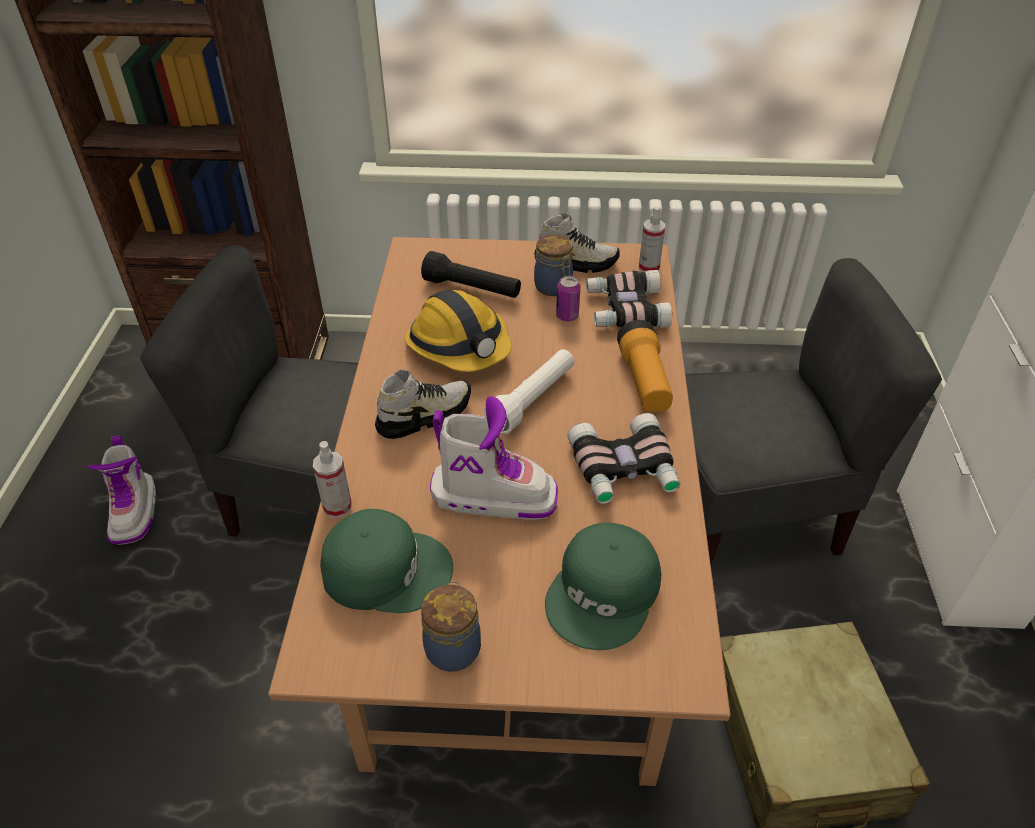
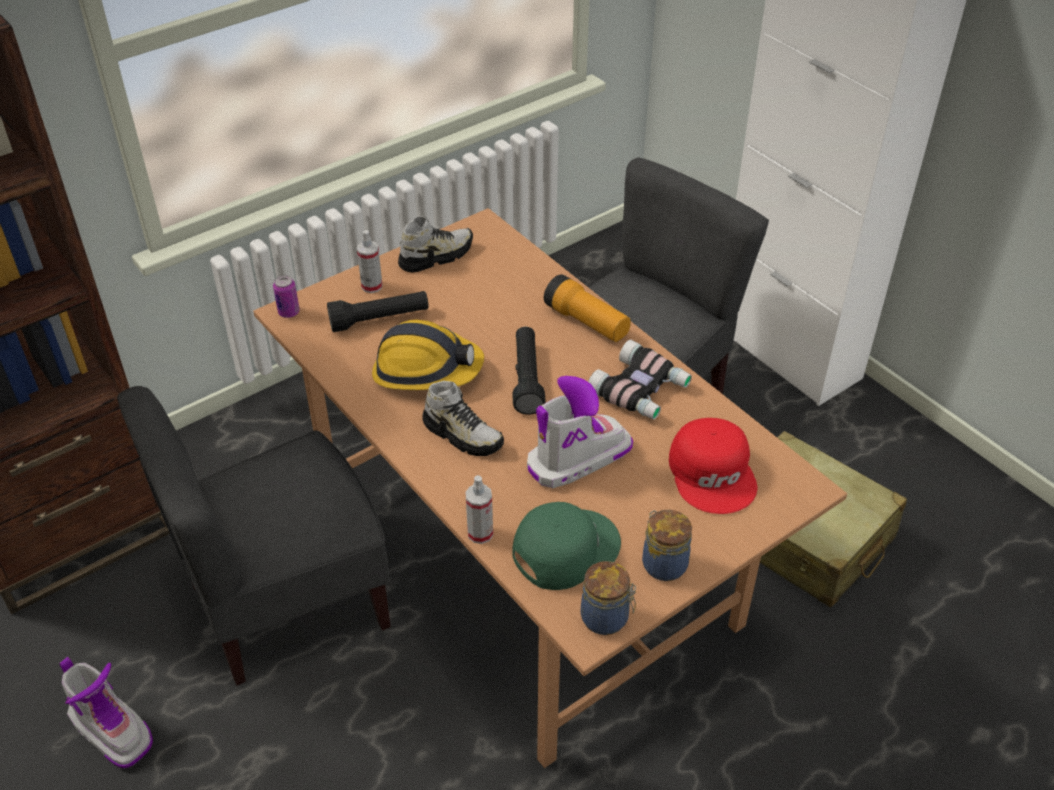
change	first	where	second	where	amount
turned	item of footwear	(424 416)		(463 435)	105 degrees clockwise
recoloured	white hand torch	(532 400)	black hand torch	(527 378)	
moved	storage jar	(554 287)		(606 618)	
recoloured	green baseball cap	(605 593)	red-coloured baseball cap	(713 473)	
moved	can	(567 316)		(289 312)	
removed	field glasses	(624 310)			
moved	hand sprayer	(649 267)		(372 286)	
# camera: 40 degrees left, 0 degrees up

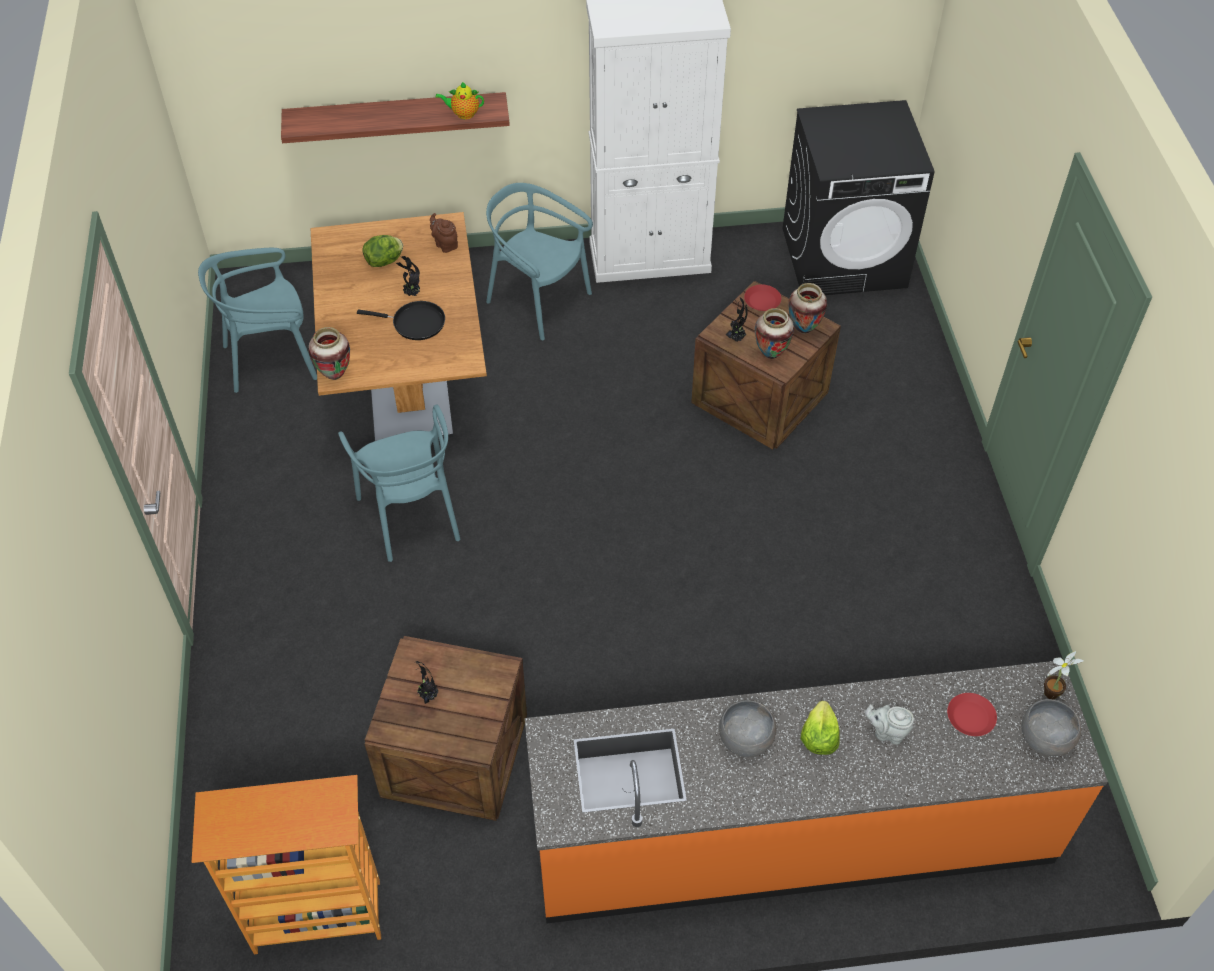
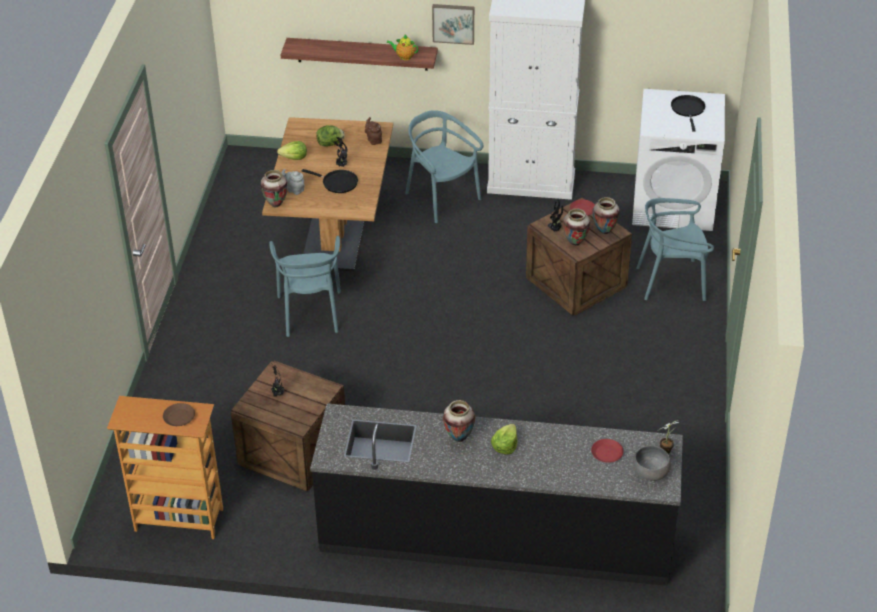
change	first	where	second	where	amount
moved	turquoise-coloured chair	(271 359)		(671 282)	
recoloured	orangey kitchen base unit	(791 834)	black kitchen base unit	(496 536)	
replaced	grey bowl	(746 739)	decorative vase	(459 438)	
recoloured	black laundry appliance	(844 257)	white laundry appliance	(674 204)	
moved	grey tea pot	(887 732)		(294 190)	
added			brown plate	(179 417)	
added			lettuce	(294 157)	
added			wall picture	(453 23)	
added			black frying pan	(688 110)	
# camera: 15 degrees right, 10 degrees down

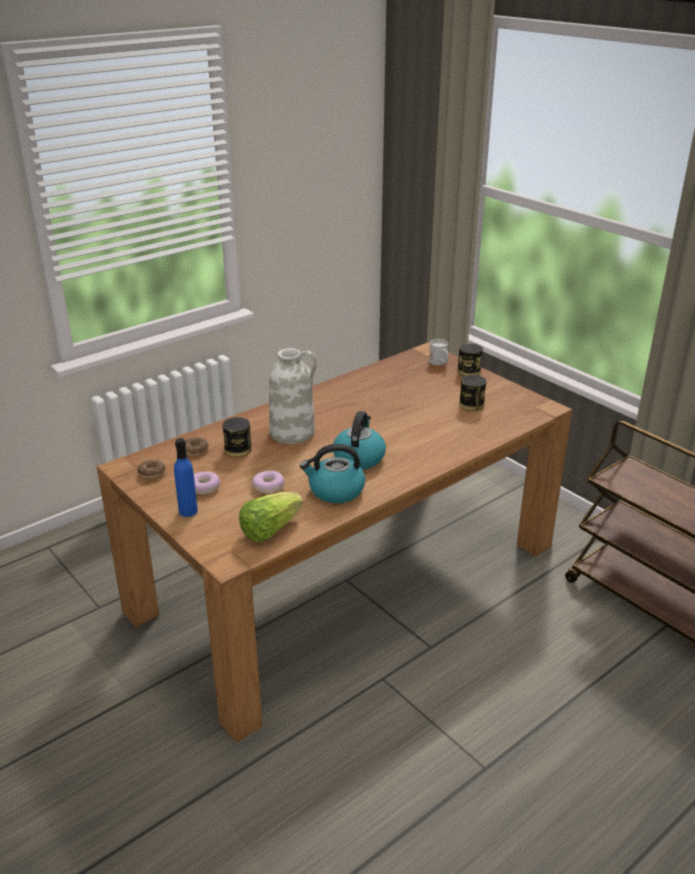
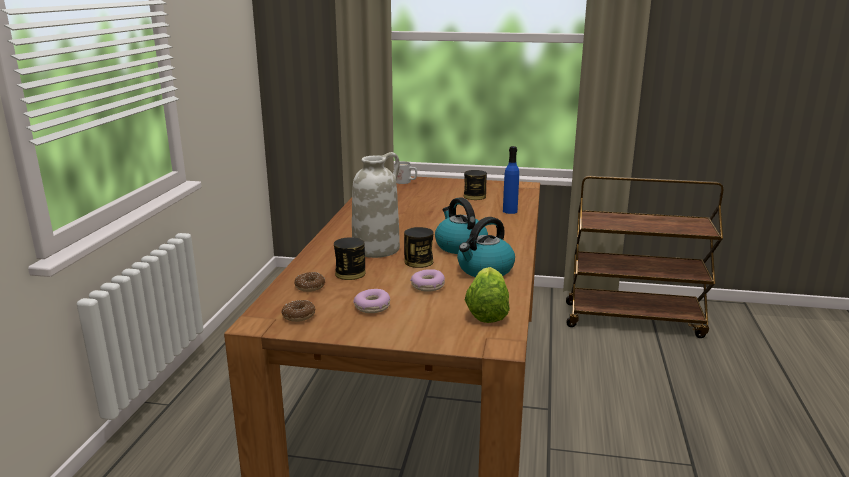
change	first	where	second	where	amount
moved	blue beverage bottle	(188 511)		(510 211)	
moved	can	(469 371)		(418 262)	
# camera: 40 degrees left, 10 degrees down

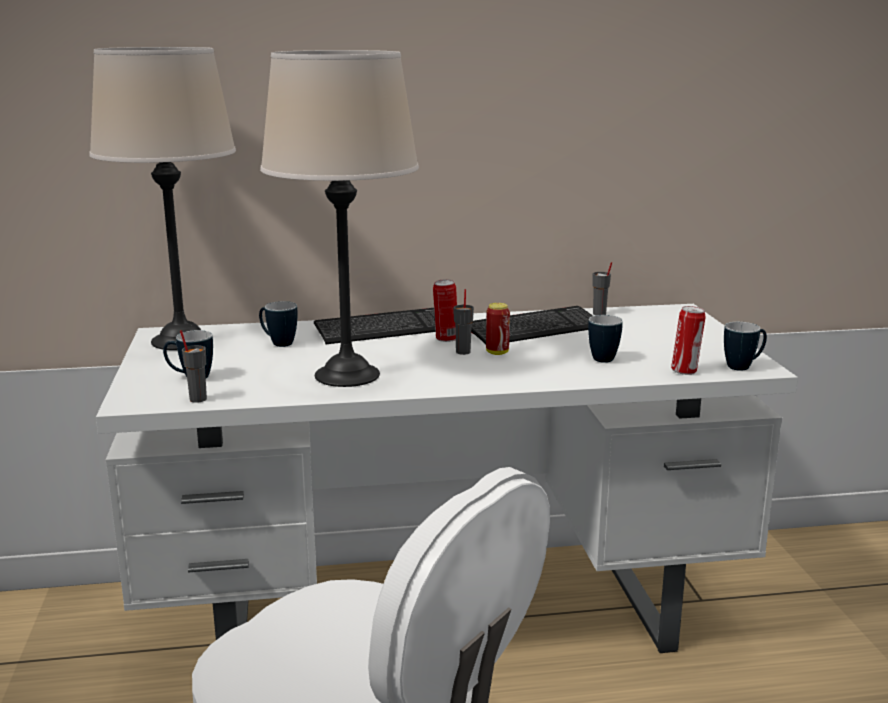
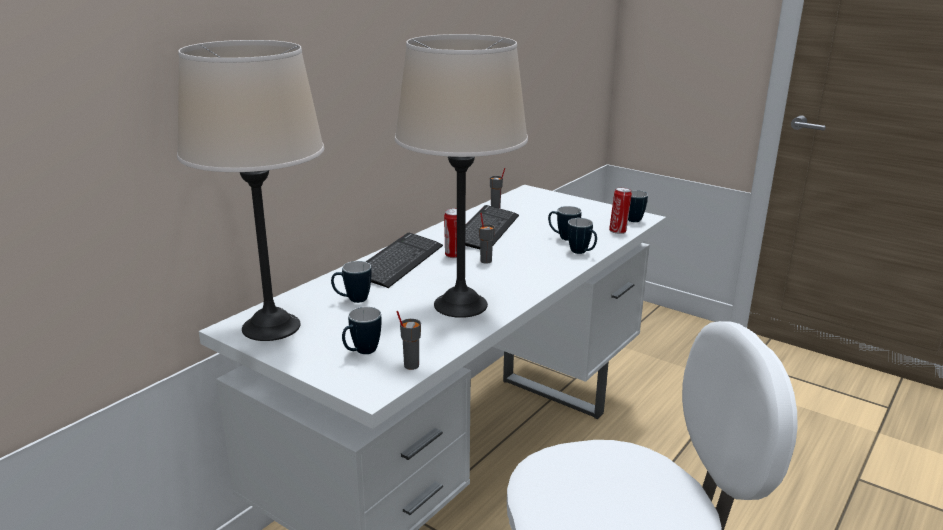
change	first	where	second	where	amount
removed	can	(497 352)			
added			mug	(582 253)	
# camera: 45 degrees left, 5 degrees up

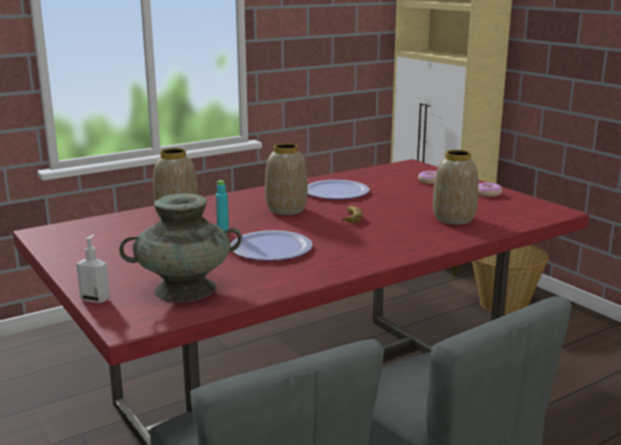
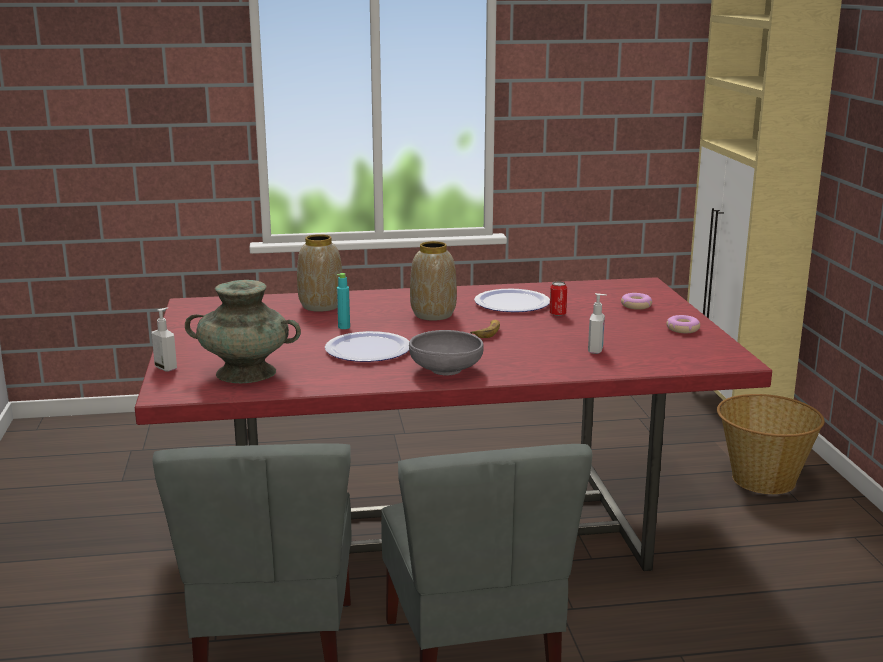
change	first	where	second	where	amount
replaced	decorative vase	(453 219)	soap dispenser	(596 350)	
added			grey bowl	(445 370)	
added			can	(557 314)	
# camera: 25 degrees right, 0 degrees up

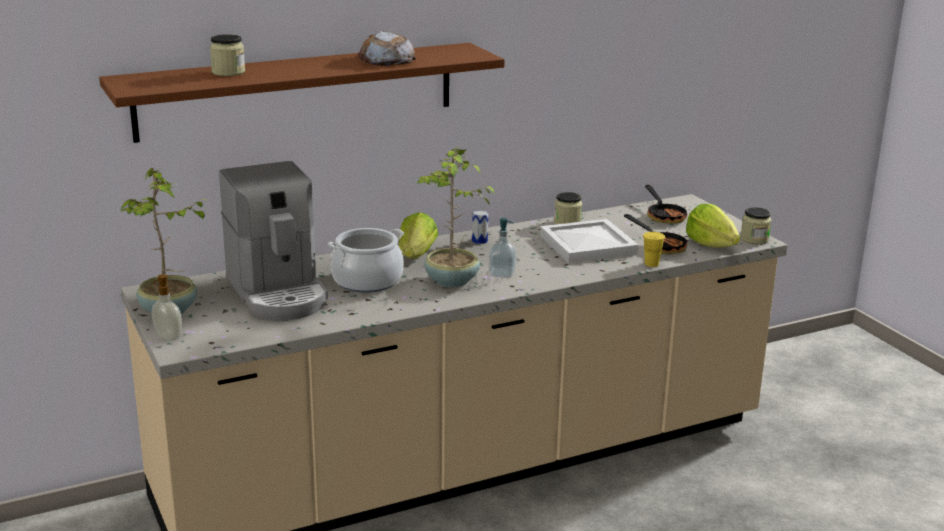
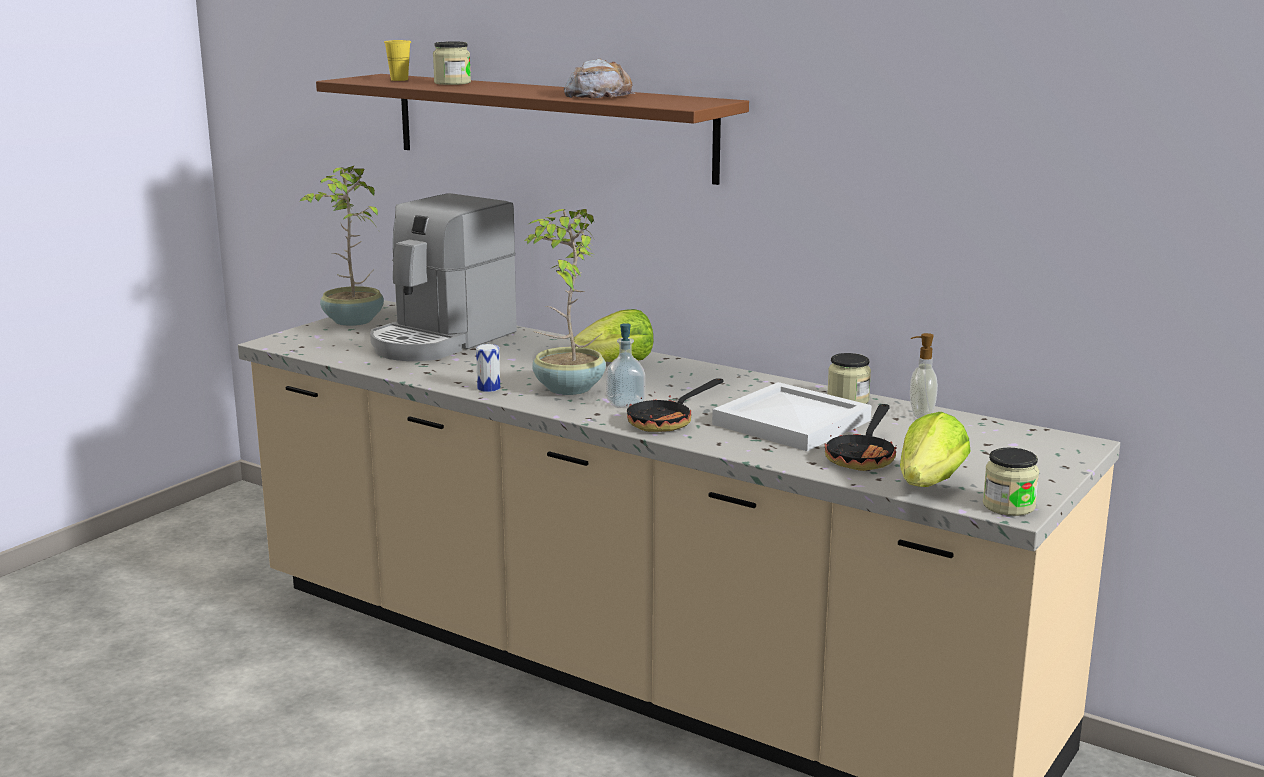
change	first	where	second	where	amount
moved	soap dispenser	(167 337)		(920 415)	
removed	stockpot	(367 281)			
moved	can	(479 241)		(488 388)	
moved	yellowish cup	(651 264)		(399 80)	
moved	frying pan	(664 216)		(667 421)	
# camera: 60 degrees right, 5 degrees down

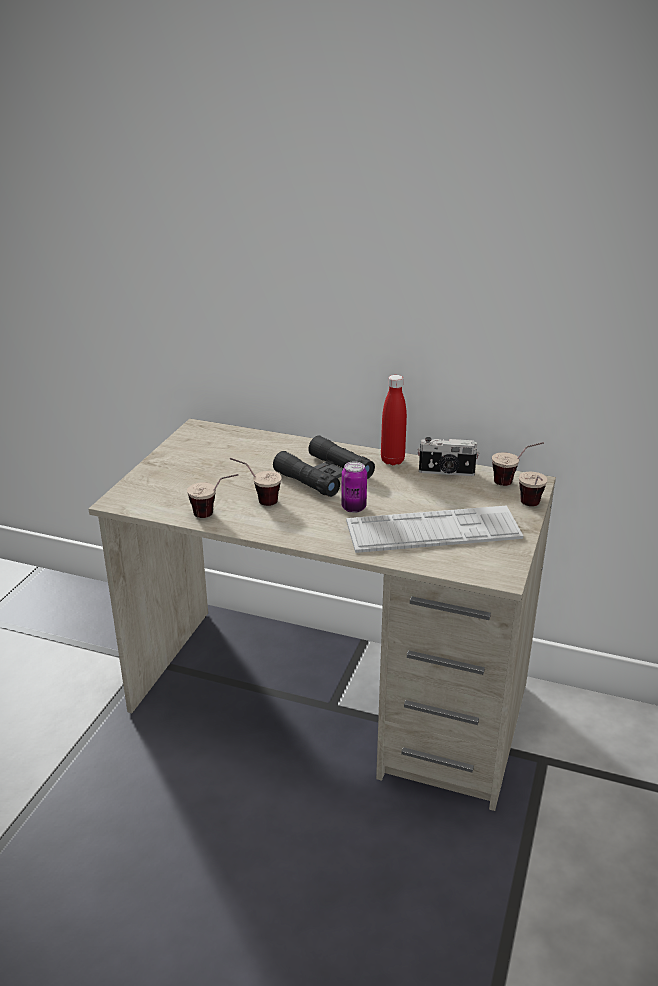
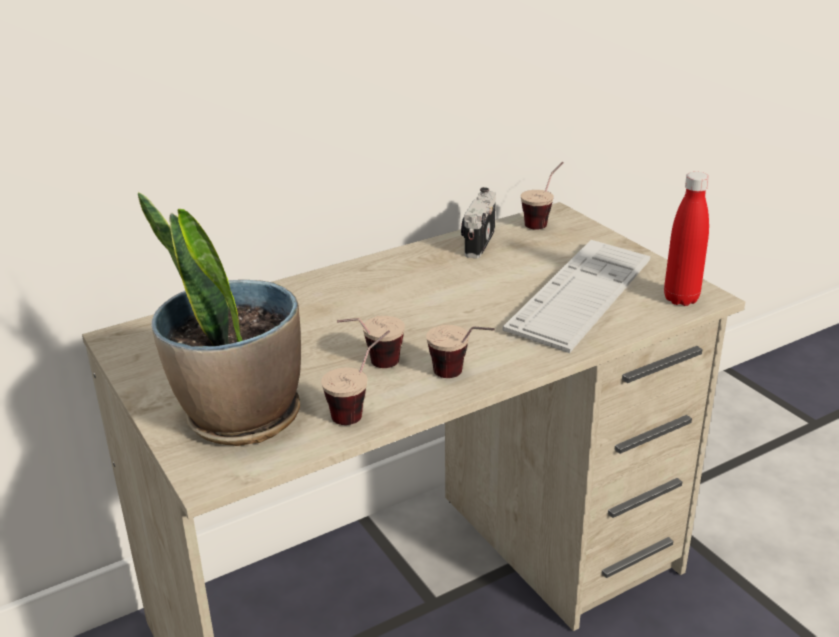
change	first	where	second	where	amount
removed	black field glasses	(324 475)			
removed	can	(353 508)			
moved	red-coloured beverage bottle	(392 460)		(681 299)	
turned	photo camera	(446 472)		(477 242)	150 degrees clockwise
moved	cup	(531 508)		(461 377)	
added			plant in a pot	(240 417)	
# camera: 50 degrees left, 0 degrees up

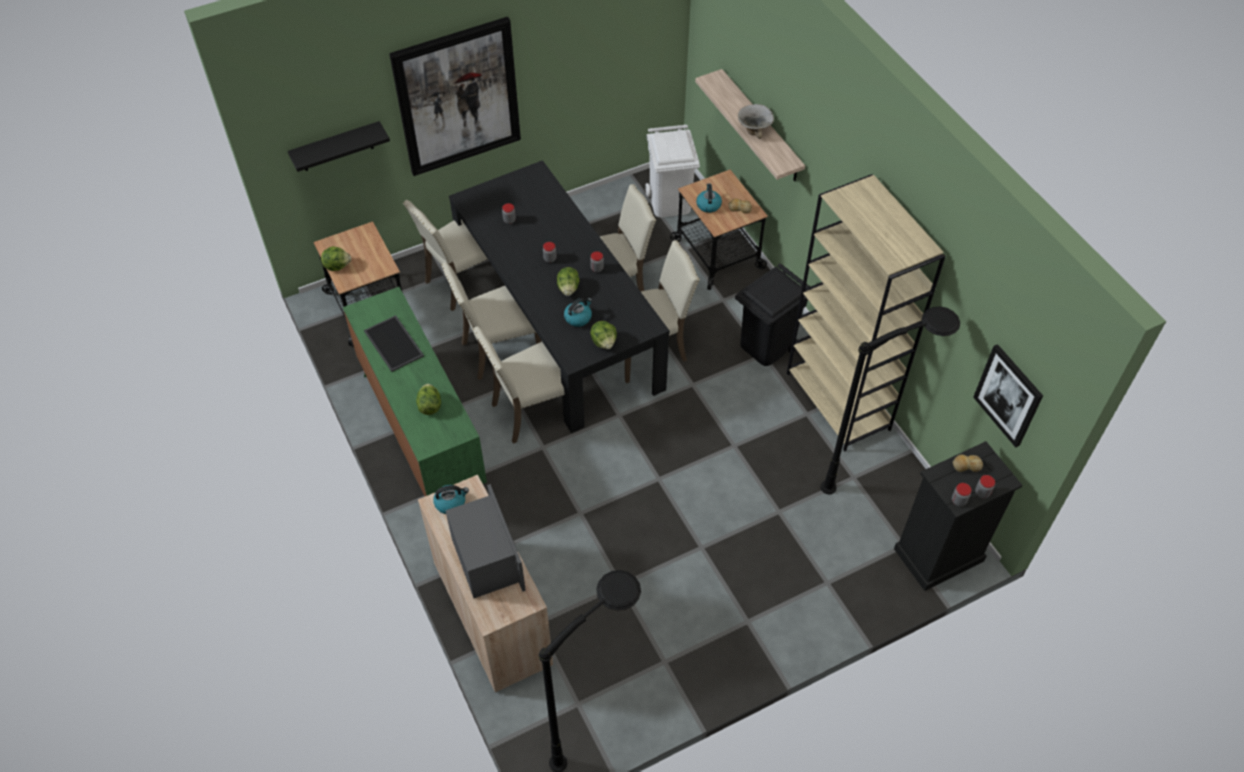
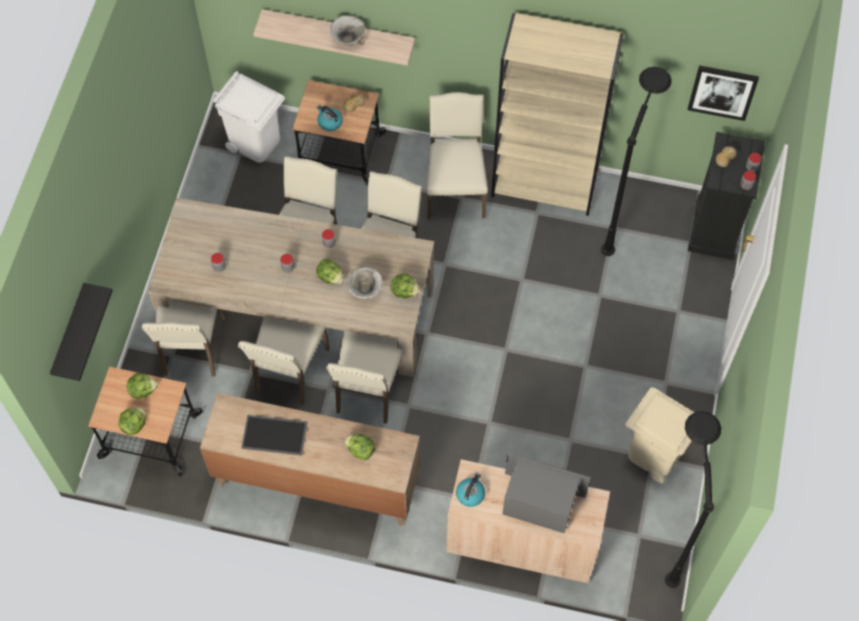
change	first	where	second	where	amount
recoloured	green drawer chest	(422 431)	brown drawer chest	(316 480)	
removed	wall picture	(457 97)			
recoloured	black kitchen table	(558 321)	beige kitchen table	(299 309)	
replaced	kettle	(578 317)	bowl	(365 291)	
replaced	black rubbish bin	(766 345)	beige chair	(455 189)	
added			lettuce	(143 390)	
added			beige rubbish bin	(654 453)	
# camera: 50 degrees left, 10 degrees up

